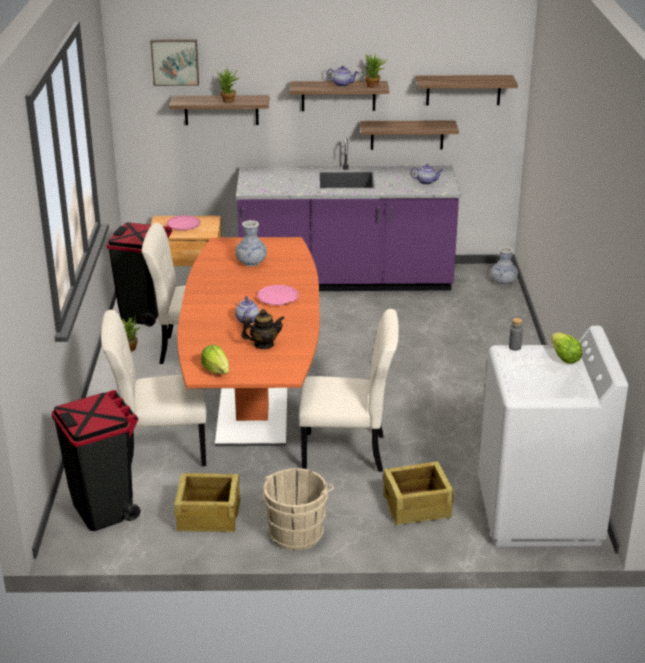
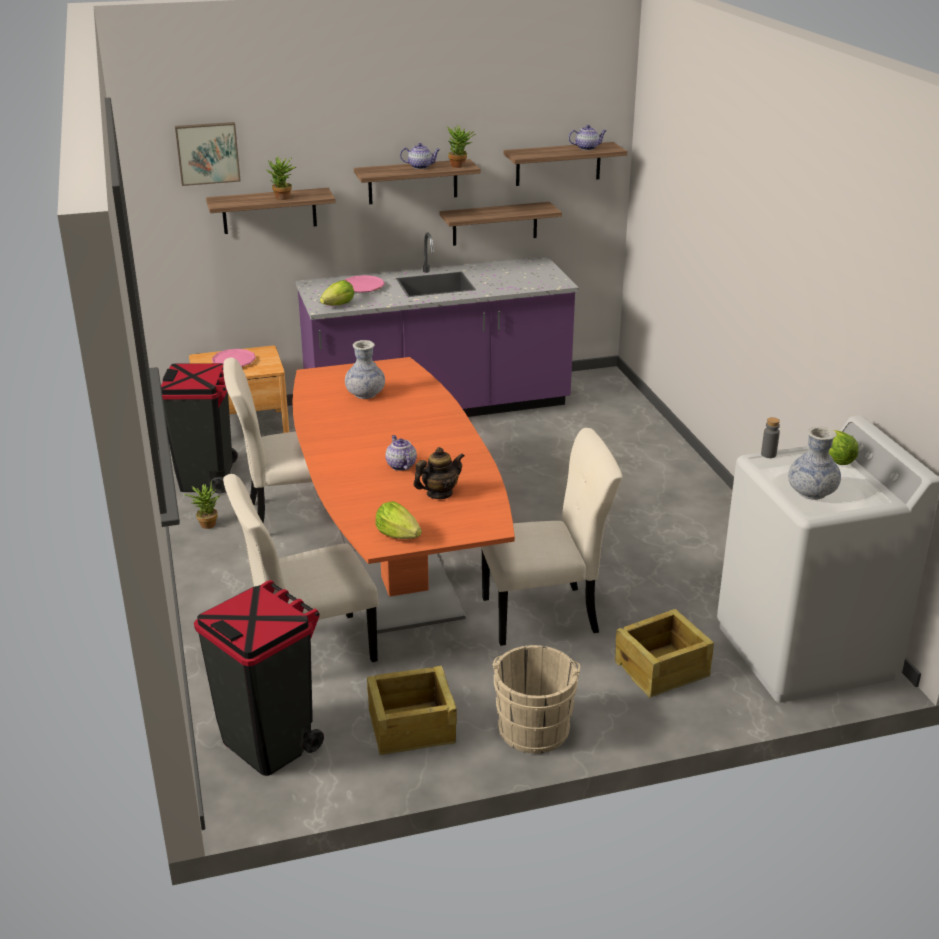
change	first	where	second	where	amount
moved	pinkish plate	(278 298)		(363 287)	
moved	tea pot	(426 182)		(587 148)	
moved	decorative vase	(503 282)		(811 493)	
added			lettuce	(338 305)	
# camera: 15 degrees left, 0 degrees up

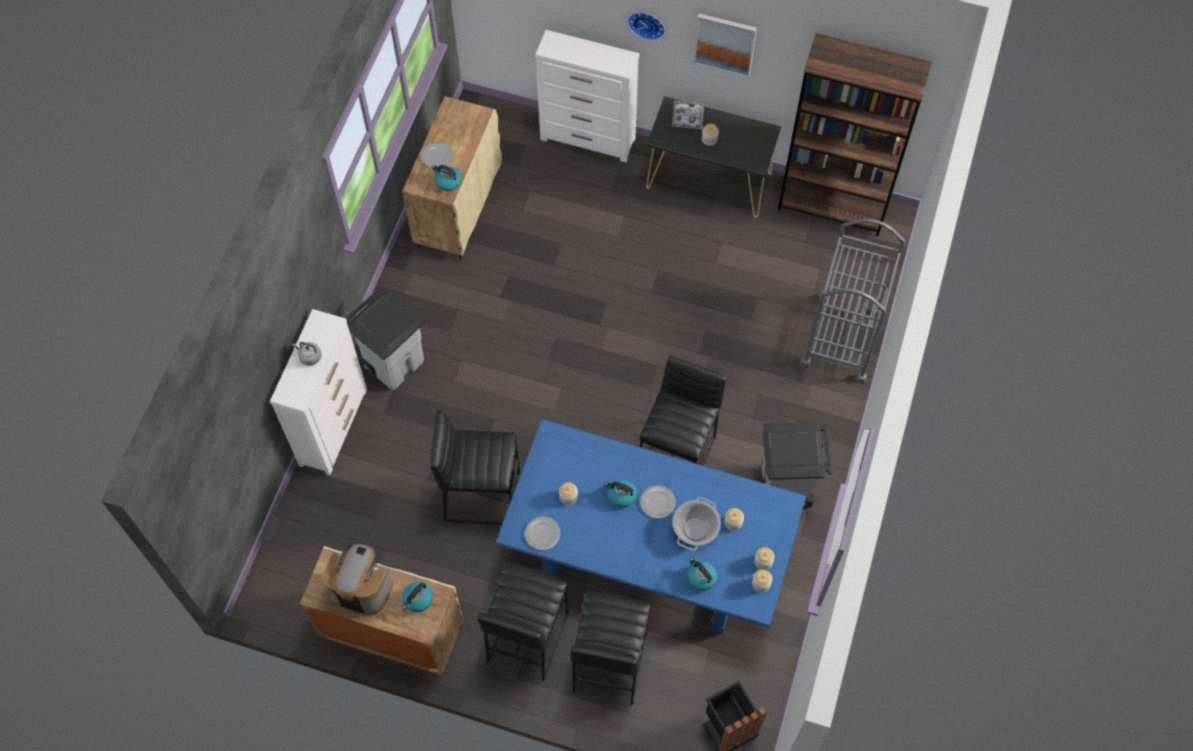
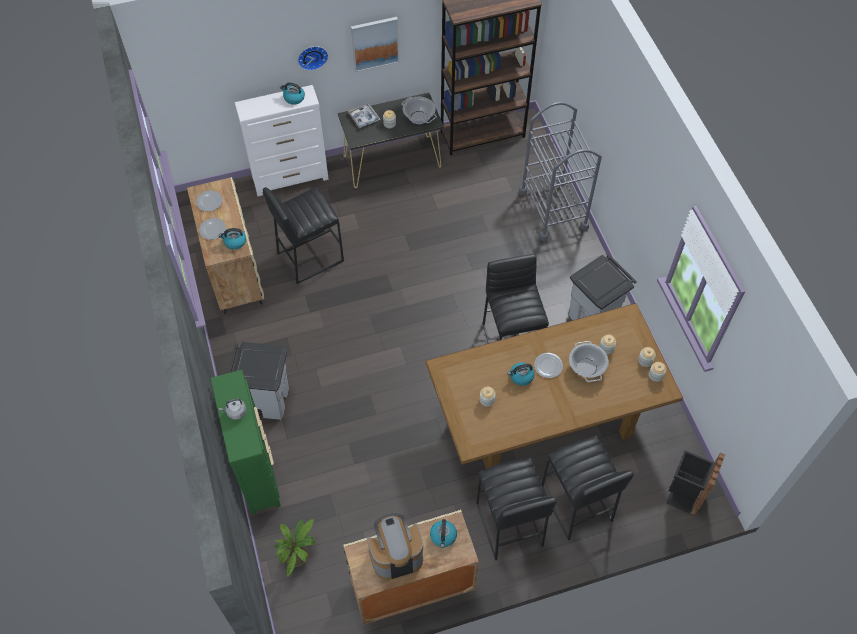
change	first	where	second	where	amount
recoloured	white drawer chest	(334 426)	green drawer chest	(257 470)	
moved	black sitting stool	(481 496)		(309 257)	
recoloured	blue kitchen table	(647 556)	brown kitchen table	(543 418)	
moved	plate	(542 533)		(209 201)	
moved	kettle	(701 578)		(293 98)	
added			plant in a pot	(299 554)	
added			stockpot	(419 117)	
# camera: 35 degrees left, 5 degrees down

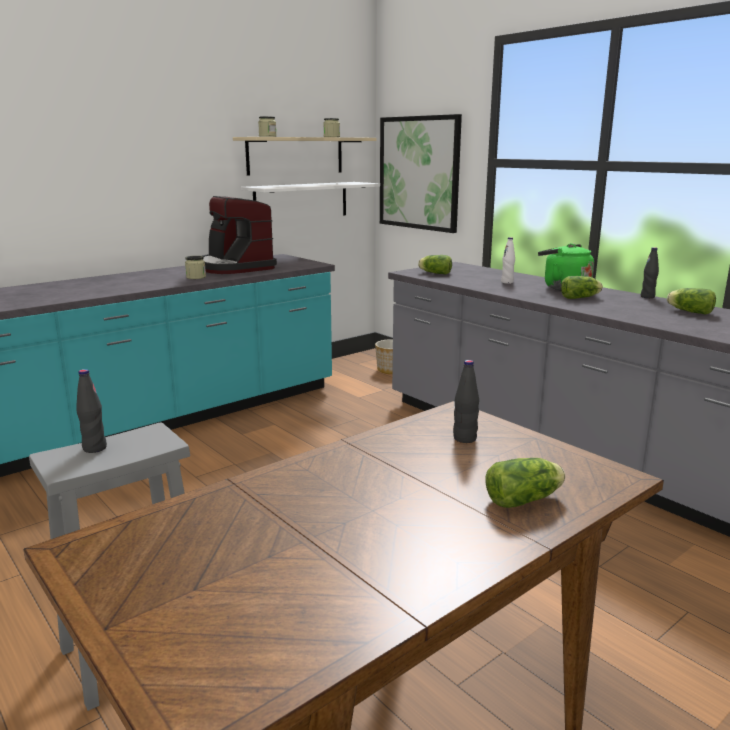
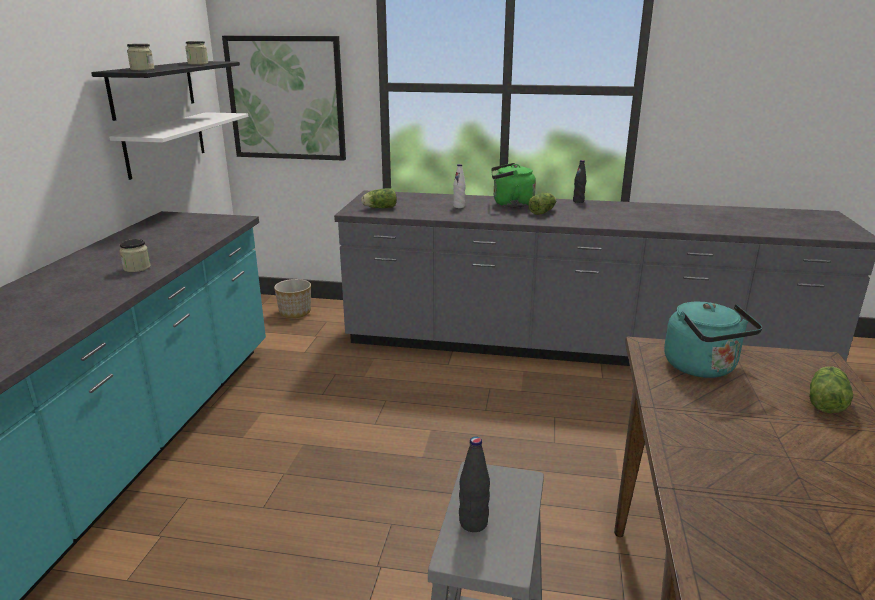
change	first	where	second	where	amount
removed	coffee machine	(234 267)			
recoloured	beige bracket shelf	(295 155)	black bracket shelf	(153 88)	
replaced	black beverage bottle	(464 438)	turquoise-coloured kettle	(703 368)	
removed	lettuce	(688 311)			
# camera: 40 degrees left, 5 degrees up

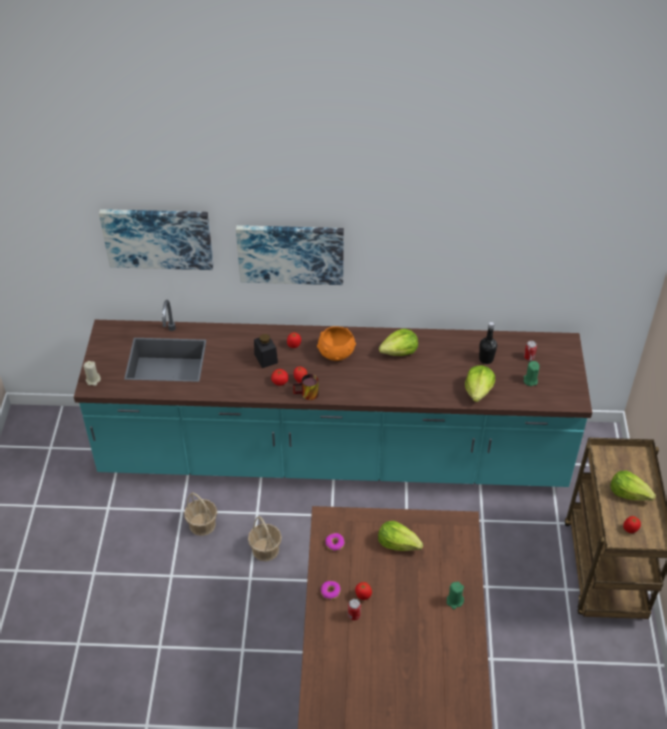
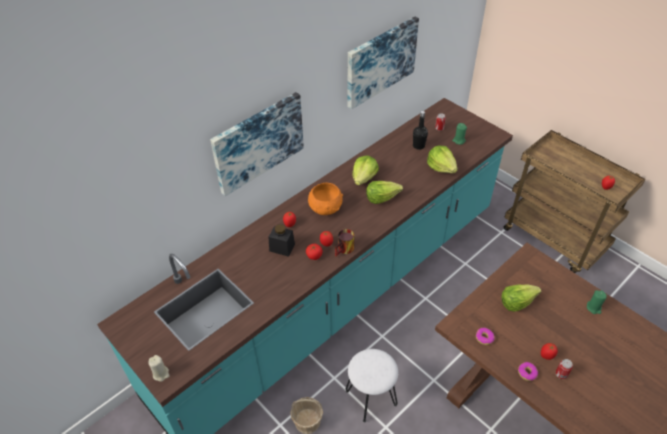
change	first	where	second	where	amount
moved	wall picture	(158 237)		(380 61)	
replaced	household basket	(265 549)	white sitting stool	(370 397)	
moved	lettuce	(629 493)		(382 197)	
# camera: 45 degrees left, 0 degrees up

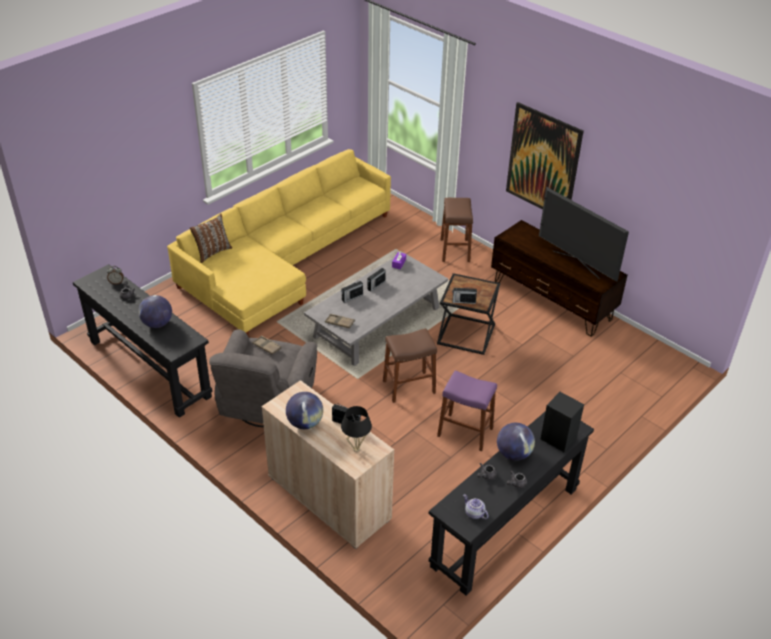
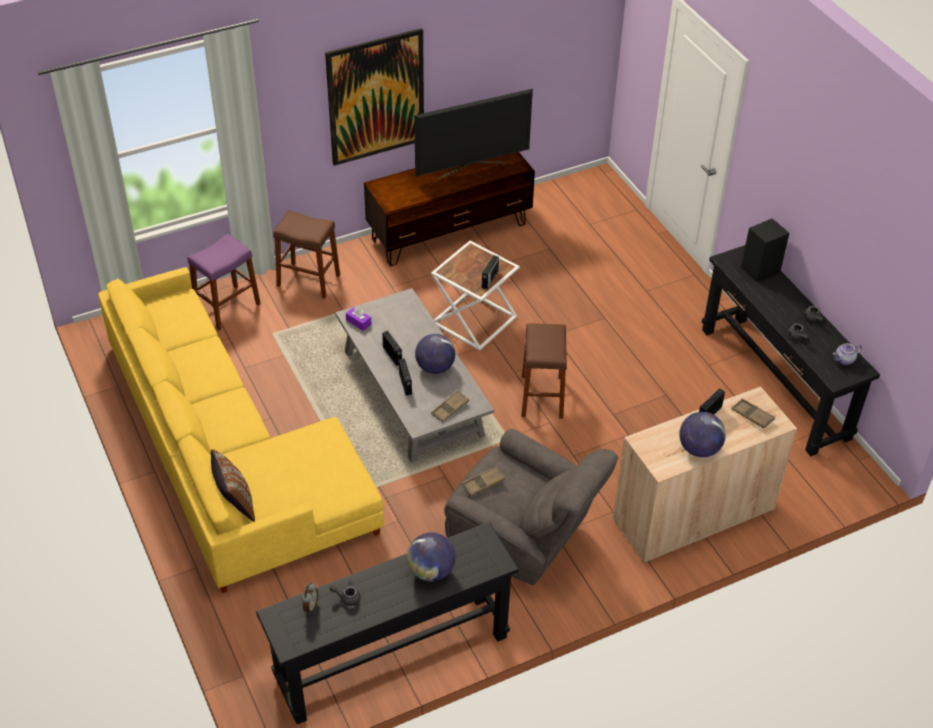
change	first	where	second	where	amount
replaced	black table lamp	(356 449)	brown tray	(752 415)	
recoloured	black side table	(467 334)	white side table	(474 319)	
moved	purple sitting stool	(465 432)		(227 307)	
moved	globe	(513 453)		(435 367)	
# camera: 70 degrees left, 5 degrees up

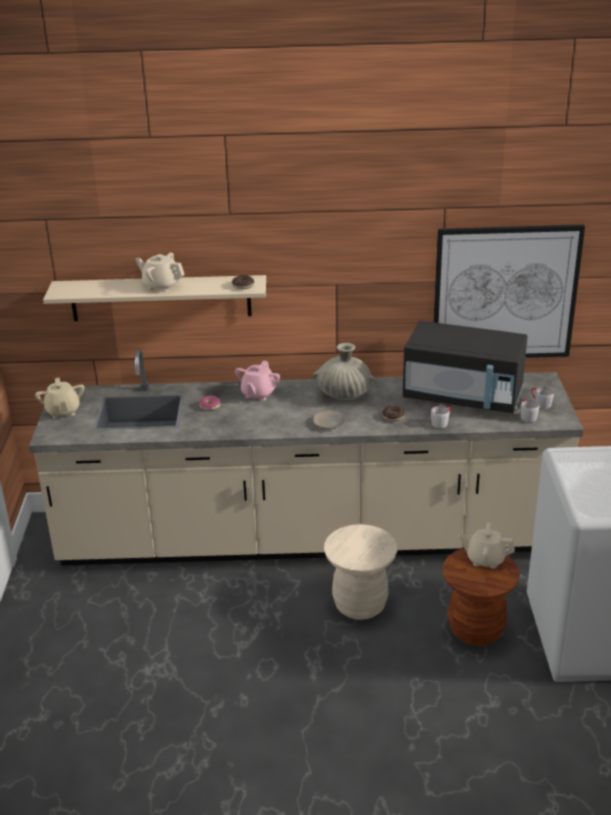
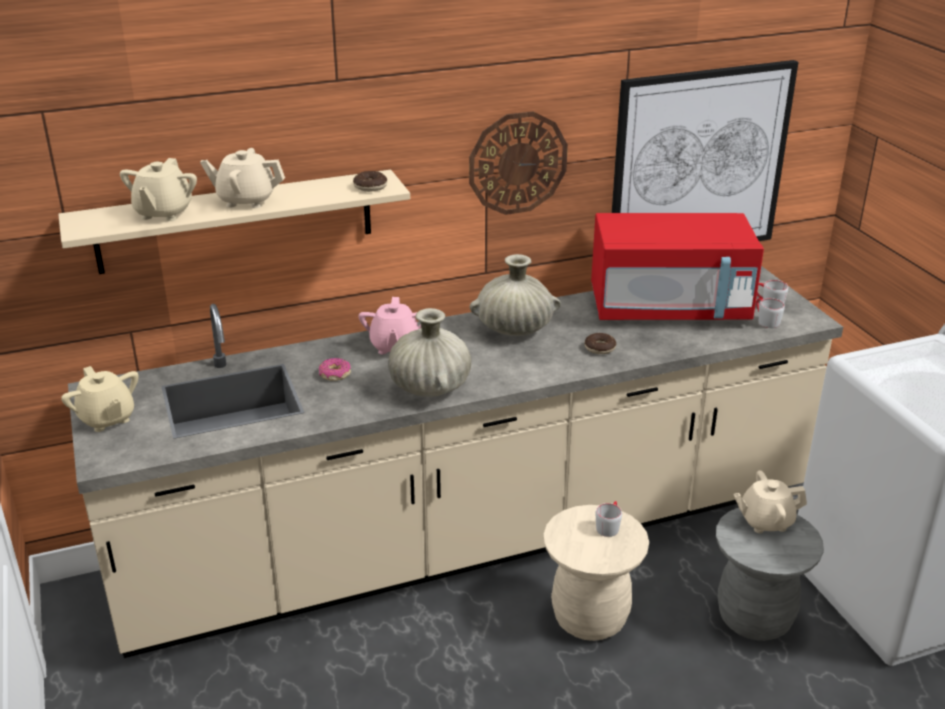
change	first	where	second	where	amount
removed	beige plate	(329 423)			
recoloured	black microwave oven	(463 396)	red-coloured microwave oven	(669 308)	
moved	grey mug	(441 422)		(609 526)	
recoloured	brown sitting stool	(476 629)	grey sitting stool	(754 618)	
added			beige tea pot	(163 213)	
added			beige decorative vase	(430 387)	
added			wall clock	(517 163)	
# camera: 20 degrees left, 0 degrees up

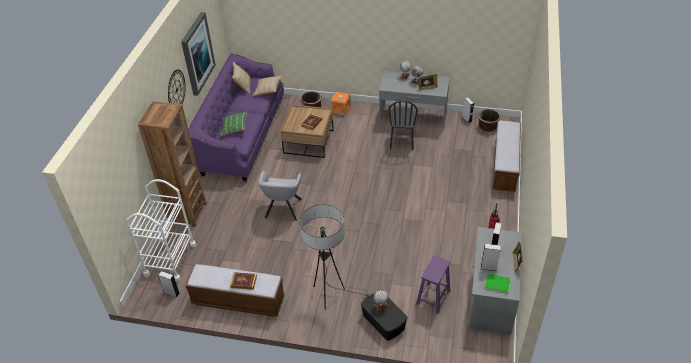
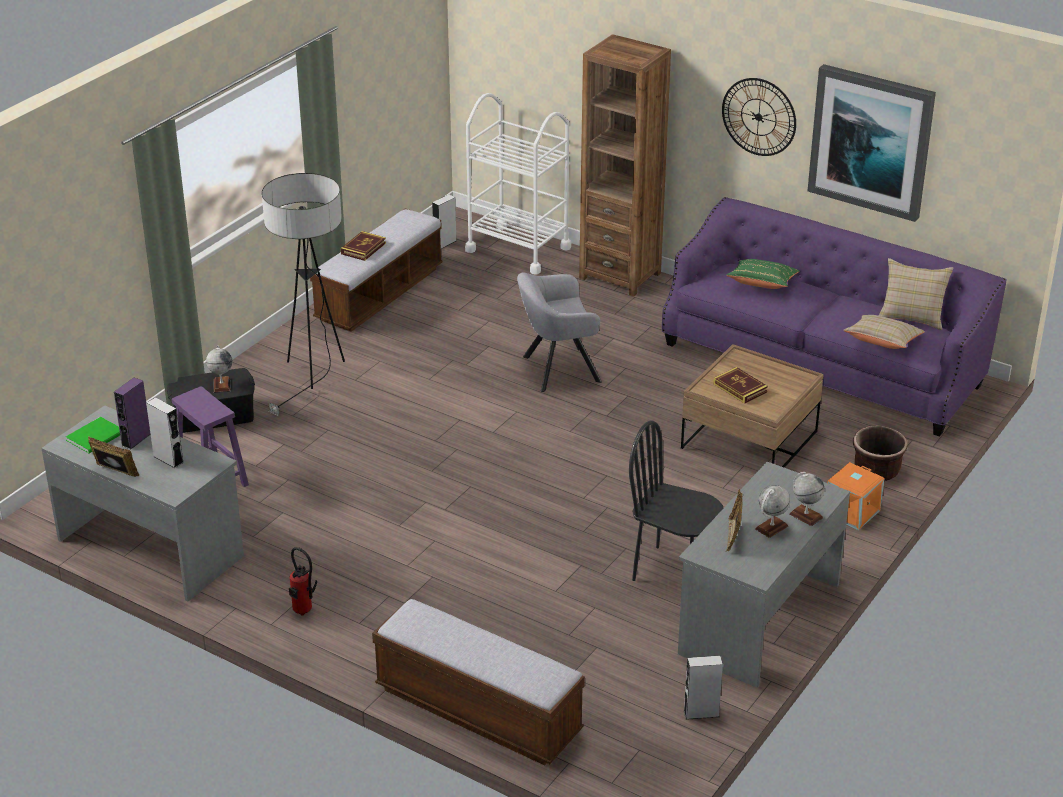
change	first	where	second	where	amount
turned	grey armchair	(282 210)		(556 369)	45 degrees counterclockwise
removed	brown planter	(487 127)			
recoloured	grey speaker	(488 267)	purple speaker	(136 439)	
# camera: 110 degrees right, 10 degrees down

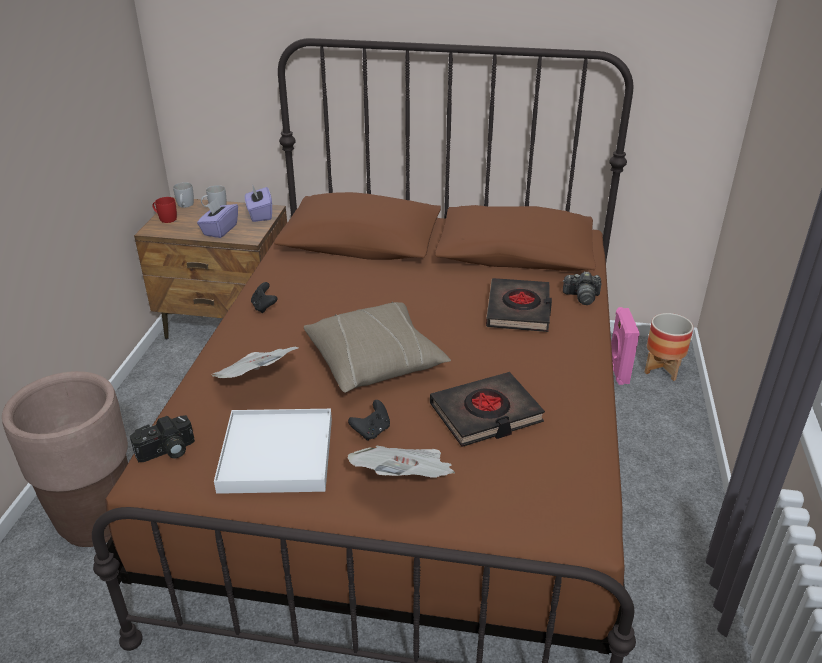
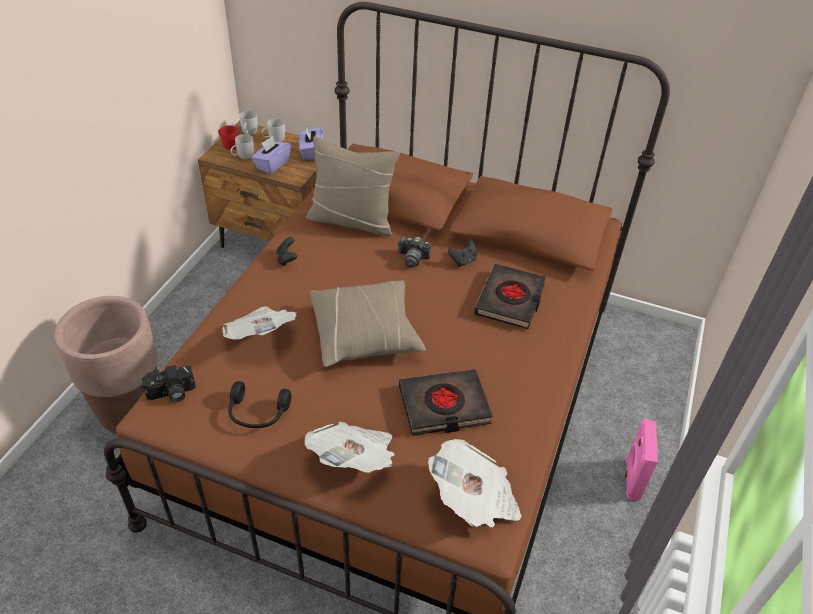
change	first	where	second	where	amount
replaced	white tray	(276 455)	black headset	(257 413)	
moved	black game controller	(372 431)		(463 261)	
moved	photo camera	(582 297)		(413 258)	
moved	pinkish speaker	(617 371)		(631 479)	
removed	planter	(662 369)			
added			white mug	(243 156)	
added			beige pillow	(352 220)	
added			newspaper	(474 499)	
# camera: 10 degrees right, 10 degrees up

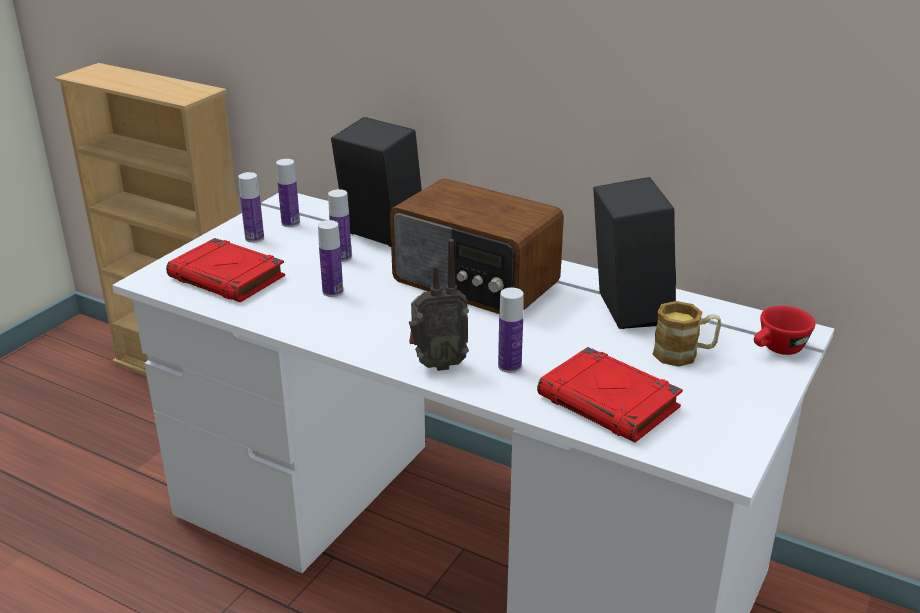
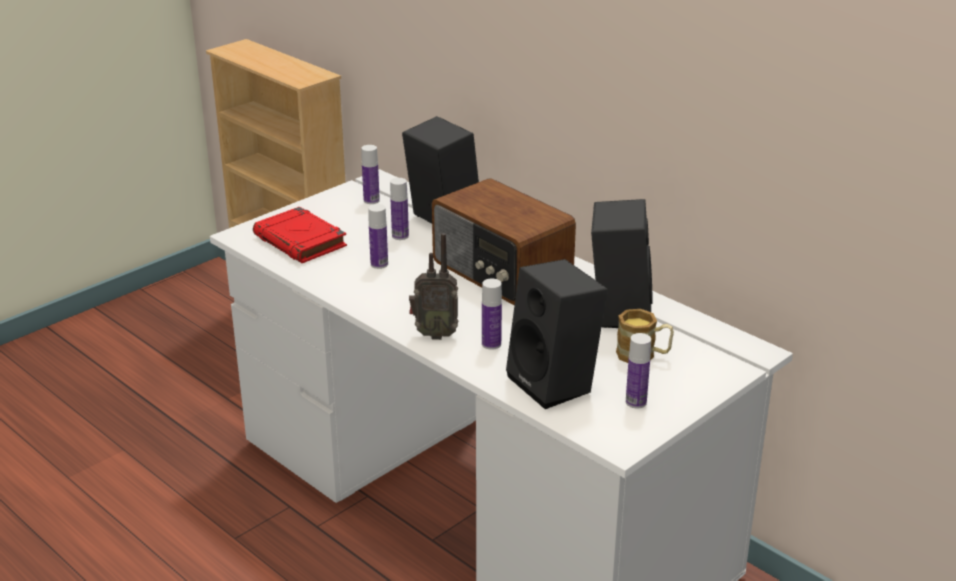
change	first	where	second	where	amount
moved	beverage bottle	(254 238)		(636 402)	
replaced	red-coloured book	(610 402)	black speaker	(556 384)	
removed	red-coloured cup	(777 350)			
# camera: 15 degrees right, 0 degrees up

